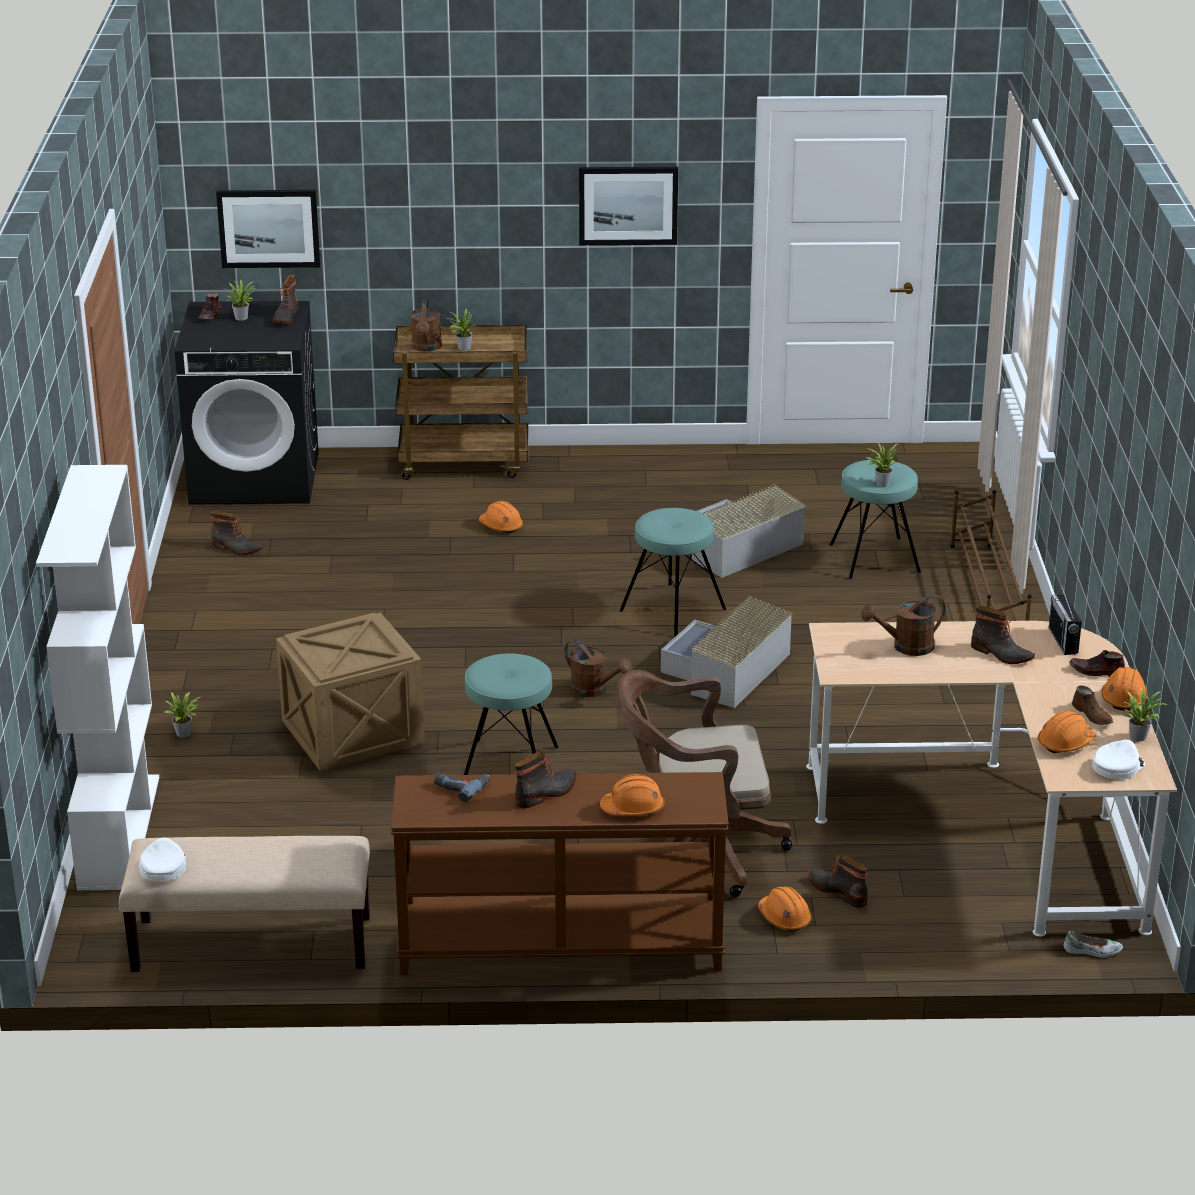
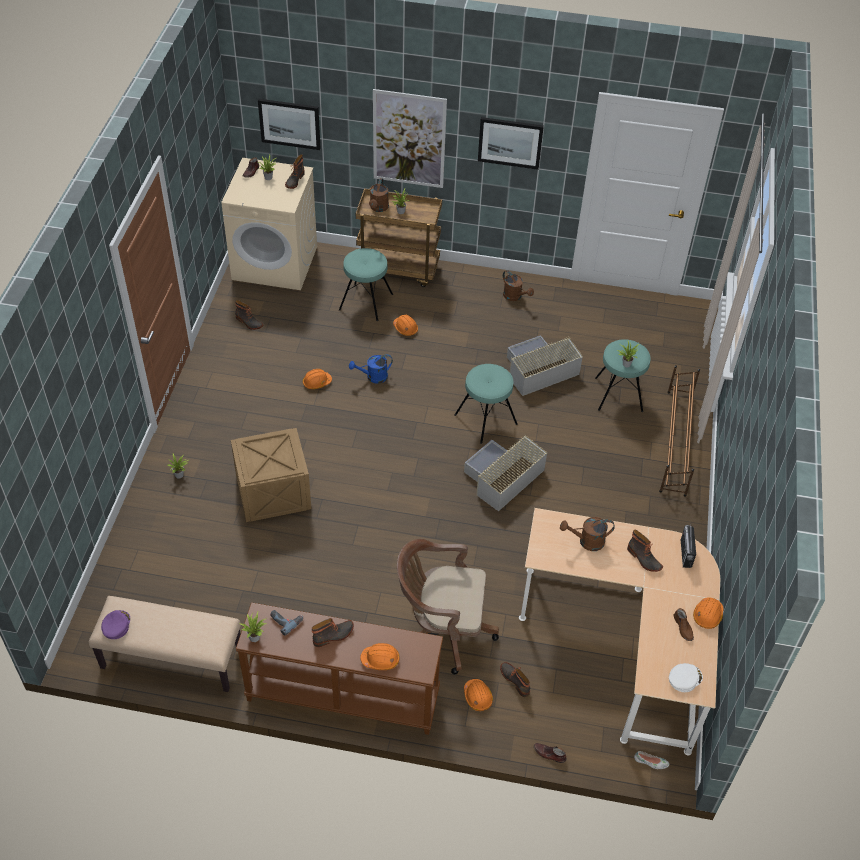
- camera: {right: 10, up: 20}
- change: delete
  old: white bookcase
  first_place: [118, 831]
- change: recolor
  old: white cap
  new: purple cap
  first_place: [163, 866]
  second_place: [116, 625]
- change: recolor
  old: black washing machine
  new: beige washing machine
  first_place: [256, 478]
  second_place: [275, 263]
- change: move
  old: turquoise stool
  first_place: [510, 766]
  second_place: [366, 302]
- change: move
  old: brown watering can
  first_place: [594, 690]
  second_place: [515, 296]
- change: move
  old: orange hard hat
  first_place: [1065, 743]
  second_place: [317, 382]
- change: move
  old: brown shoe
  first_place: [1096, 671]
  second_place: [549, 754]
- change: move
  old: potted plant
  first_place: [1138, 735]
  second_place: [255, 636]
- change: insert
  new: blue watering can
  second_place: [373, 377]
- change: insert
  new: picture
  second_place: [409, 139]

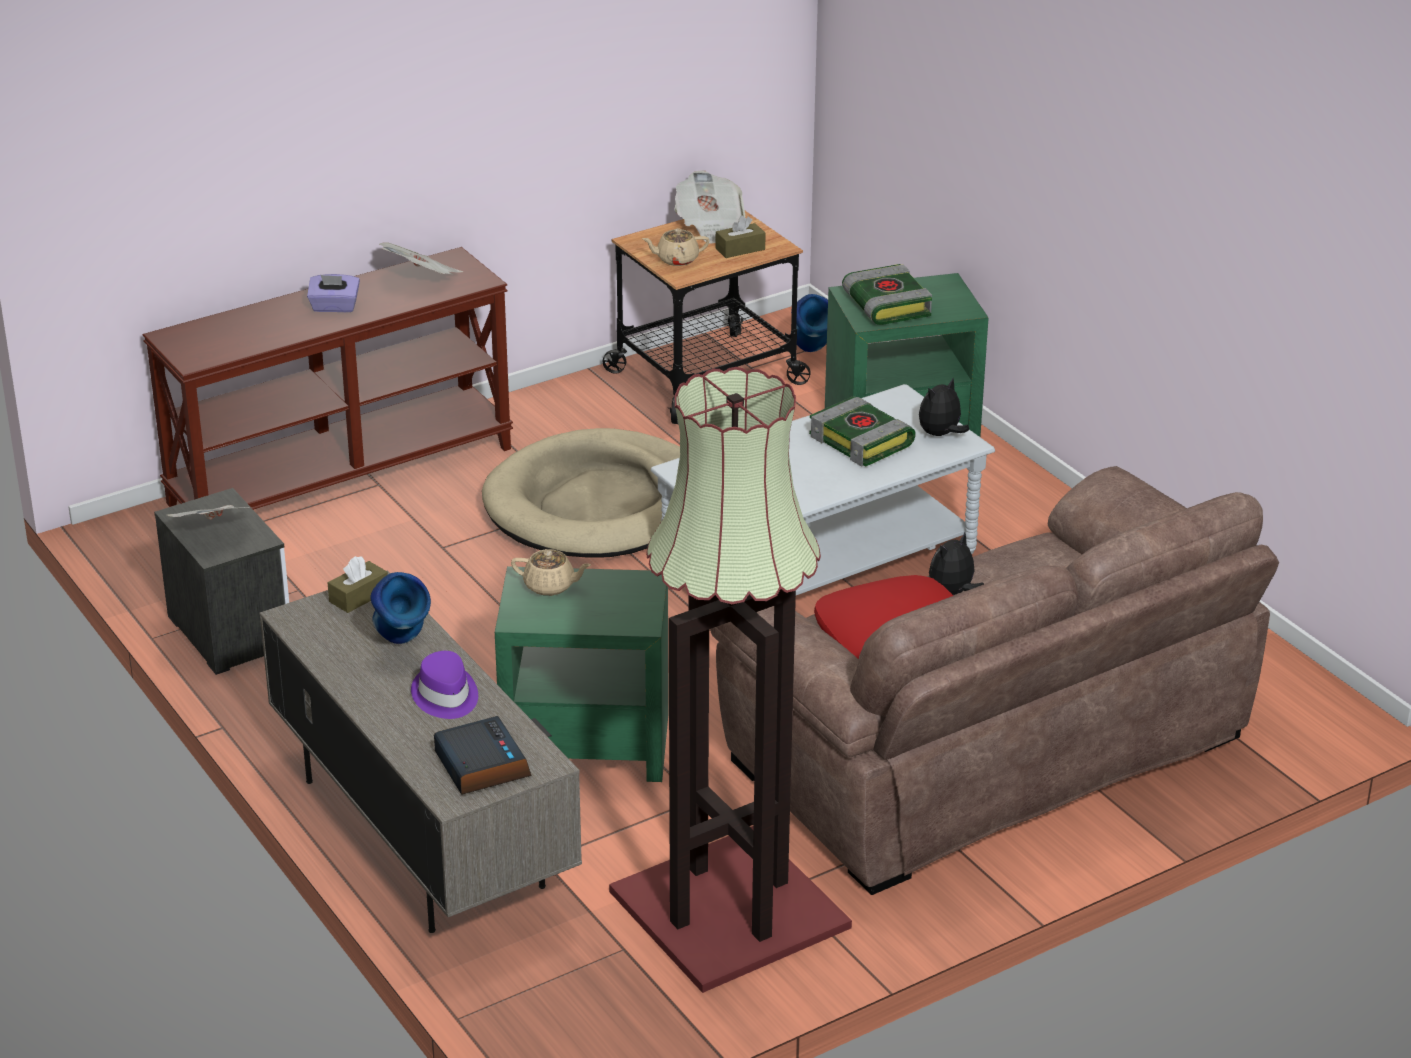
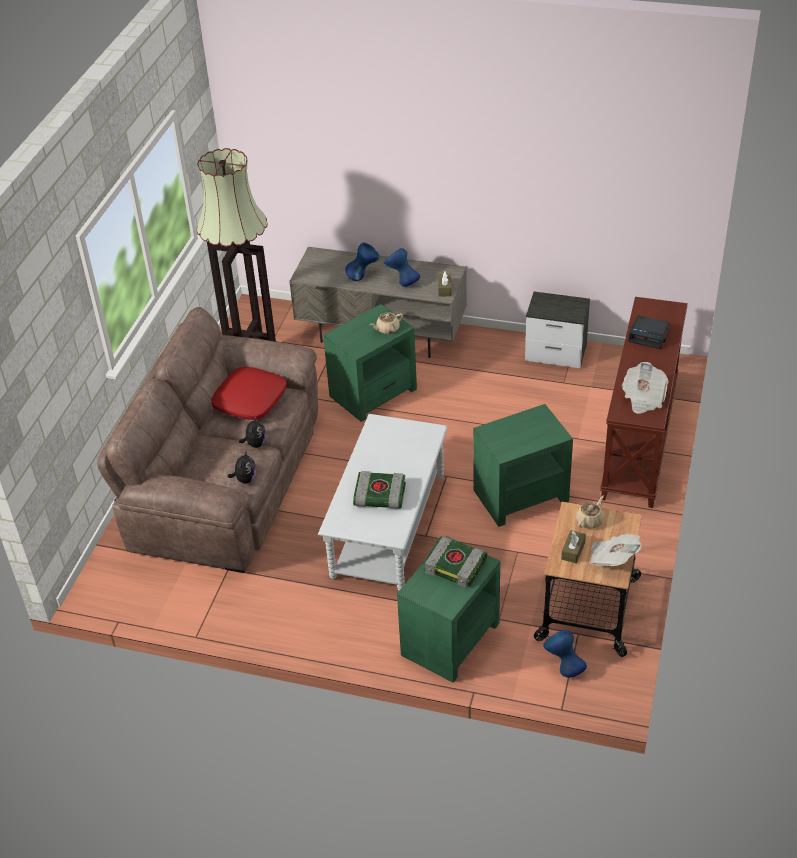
- camera: {right: 140, up: 10}
- change: delete
  old: newspaper
  first_place: [213, 530]
- change: delete
  old: purple tissue box
  first_place: [334, 307]
- change: replace
  old: purple hat
  new: blue vase
  first_place: [445, 696]
  second_place: [363, 277]
- change: move
  old: alarm clock
  first_place: [481, 765]
  second_place: [649, 336]
- change: replace
  old: beige dog bed
  new: green side table
  first_place: [599, 504]
  second_place: [520, 495]
- change: move
  old: plush toy
  first_place: [940, 434]
  second_place: [245, 479]

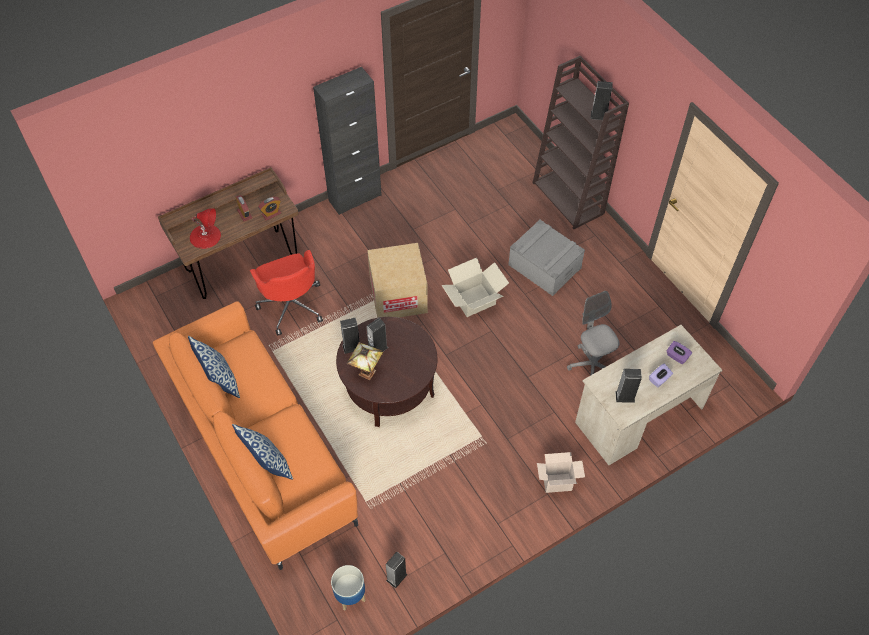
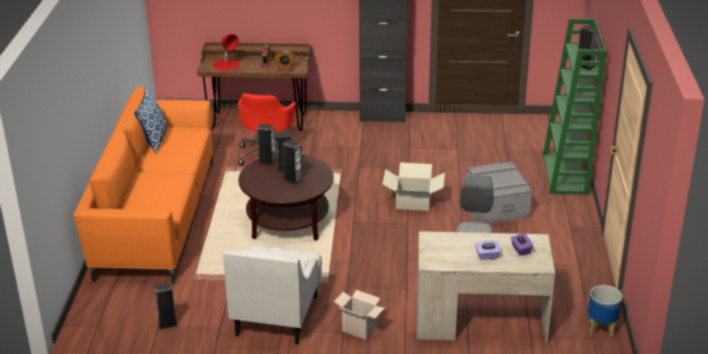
- camera: {right: 35, up: -25}
- change: delete
  old: pillow
  first_place: [267, 464]
- change: move
  old: planter
  first_place: [350, 595]
  second_place: [600, 329]
- change: delete
  old: table lamp
  first_place: [367, 374]
- change: delete
  old: cardboard box
  first_place: [398, 296]
- change: recolor
  old: brown bookcase
  new: green bookcase
  first_place: [569, 198]
  second_place: [566, 175]
- change: move
  old: speaker
  first_place: [625, 396]
  second_place: [293, 179]
- change: insert
  new: white armchair
  second_place: [277, 315]

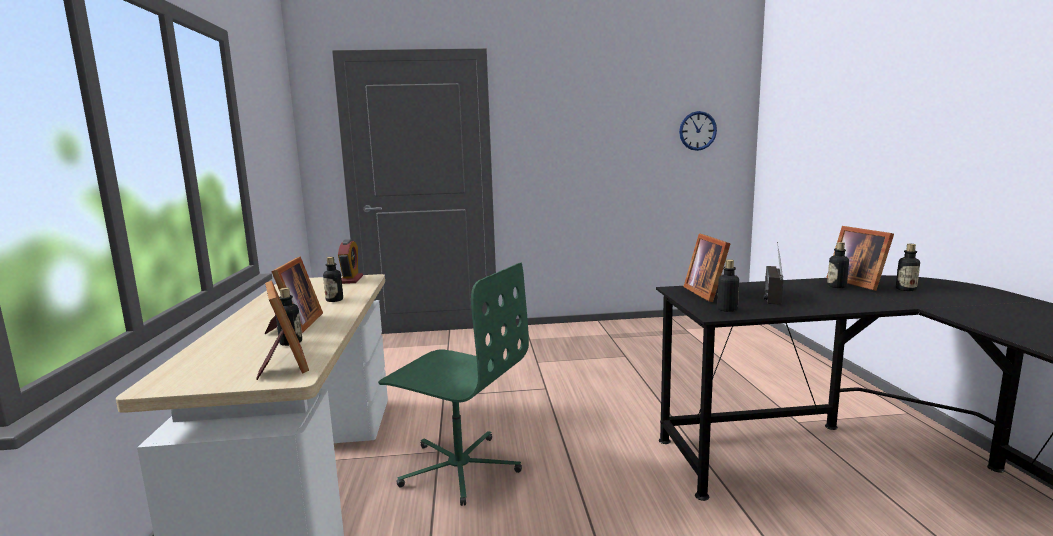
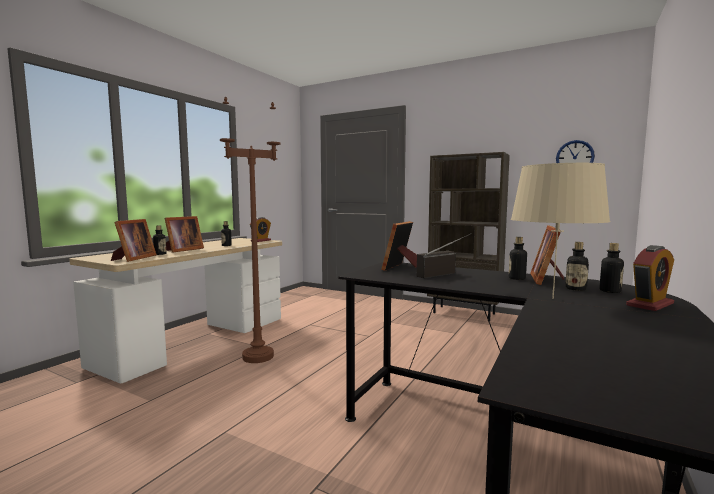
- camera: {right: 35, up: -5}
- change: replace
  old: green office chair
  new: brown floor lamp
  first_place: [459, 467]
  second_place: [258, 357]
- change: move
  old: bottle
  first_place: [727, 309]
  second_place: [610, 291]
- change: insert
  new: brown bookcase
  second_place: [464, 313]
- change: insert
  new: beige table lamp
  second_place: [552, 298]
- change: insert
  new: alarm clock
  second_place: [650, 304]

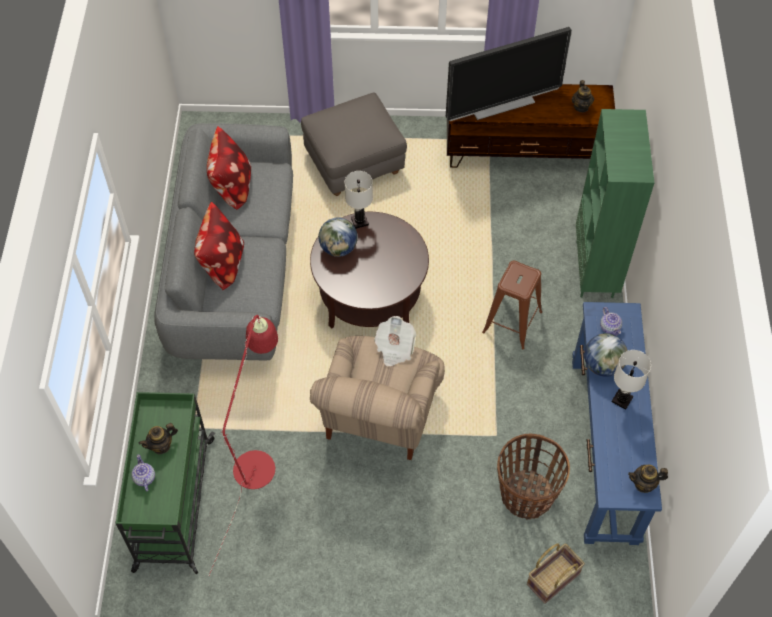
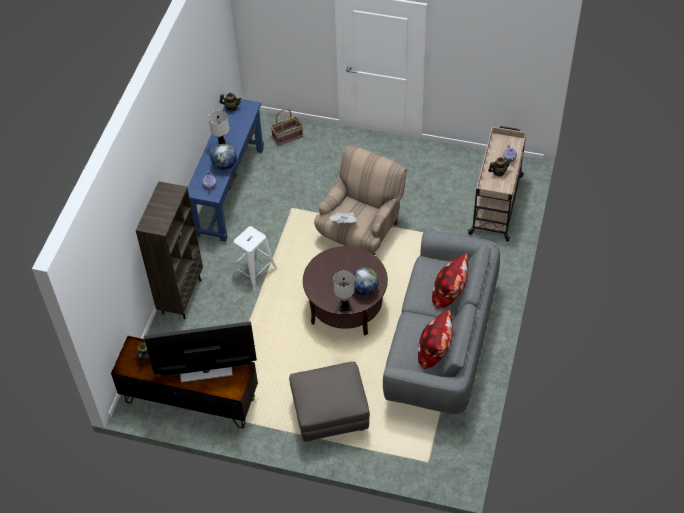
- camera: {right: -165, up: -5}
- change: recolor
  old: green cart
  new: beige cart
  first_place: [174, 505]
  second_place: [496, 204]
- change: delete
  old: red floor lamp
  first_place: [258, 459]
- change: recolor
  old: brown stool
  new: white stool
  first_place: [512, 322]
  second_place: [254, 271]
- change: delete
  old: basket
  first_place: [526, 495]
- change: recolor
  old: green bookcase
  new: brown bookcase
  first_place: [595, 270]
  second_place: [181, 296]

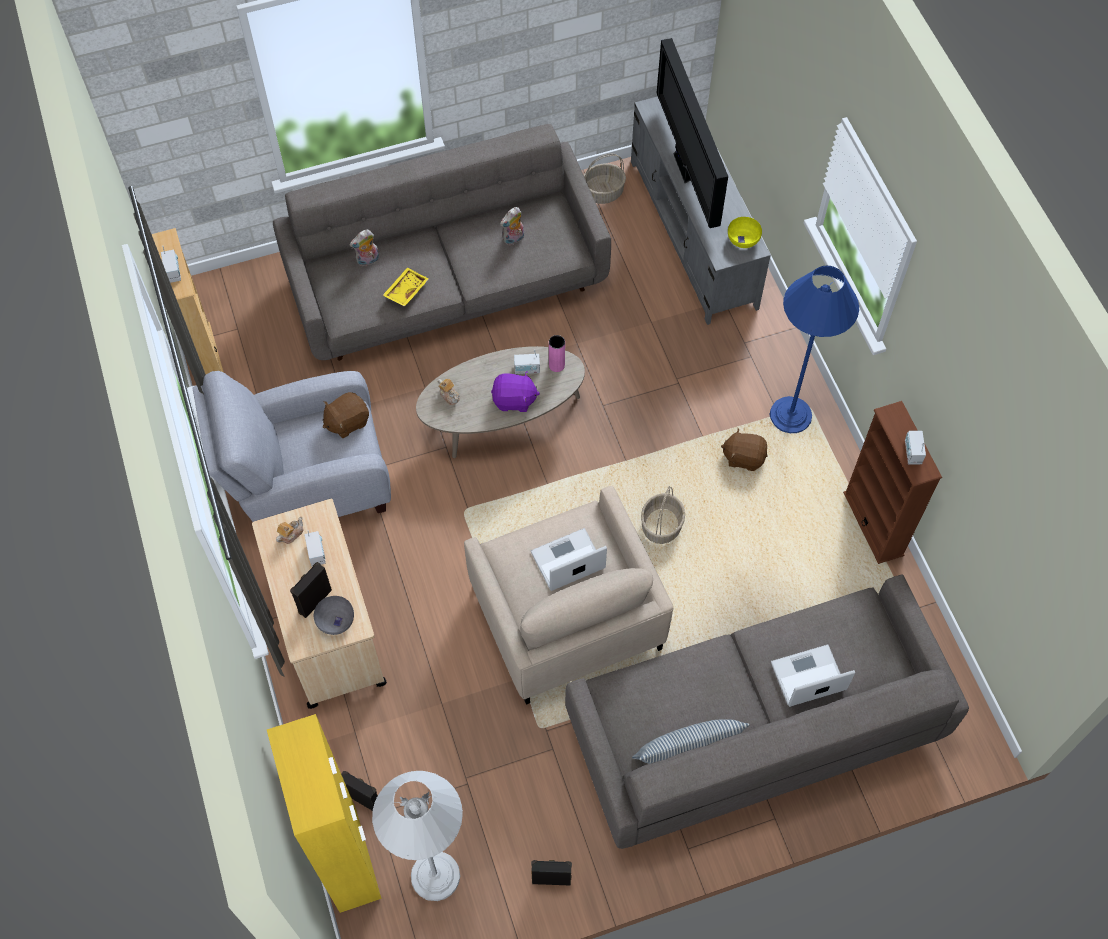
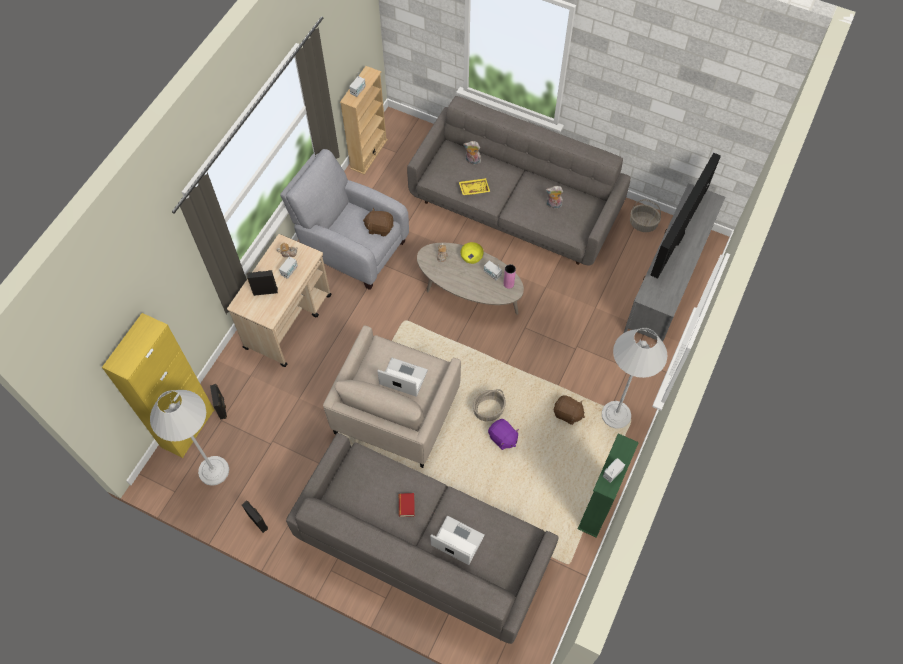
- camera: {right: 45, up: 0}
- change: delete
  old: grey bowl
  first_place: [335, 620]
- change: move
  old: purple plush toy
  first_place: [514, 400]
  second_place: [502, 438]
- change: delete
  old: pillow
  first_place: [687, 748]
- change: rotate
  old: brown plush toy
  first_place: [743, 457]
  second_place: [567, 414]
  degrees: 150
- change: move
  old: yellow bowl
  first_place: [743, 240]
  second_place: [471, 257]
- change: recolor
  old: blue floor lamp
  new: white floor lamp
  first_place: [790, 415]
  second_place: [616, 415]
- change: recolor
  old: brown bookcase
  new: green bookcase
  first_place: [873, 524]
  second_place: [598, 507]
- change: insert
  new: book
  second_place: [406, 505]

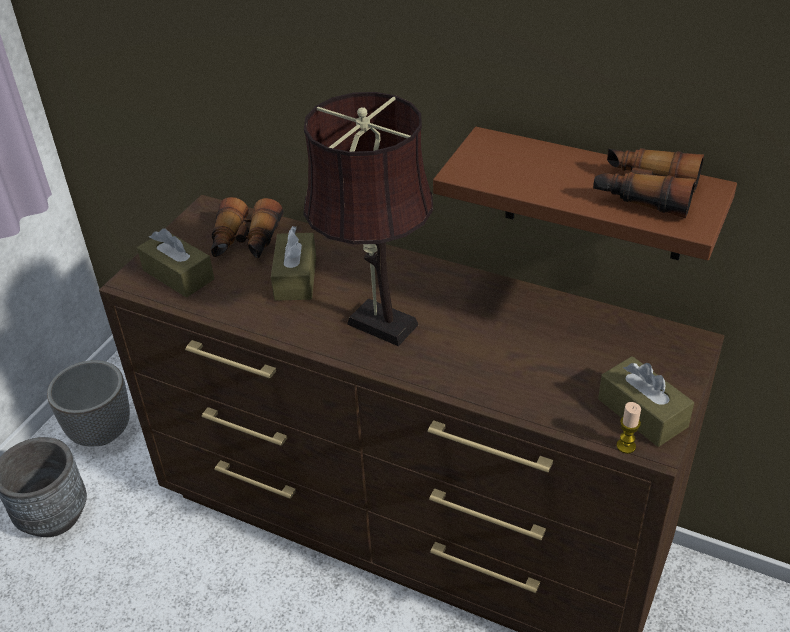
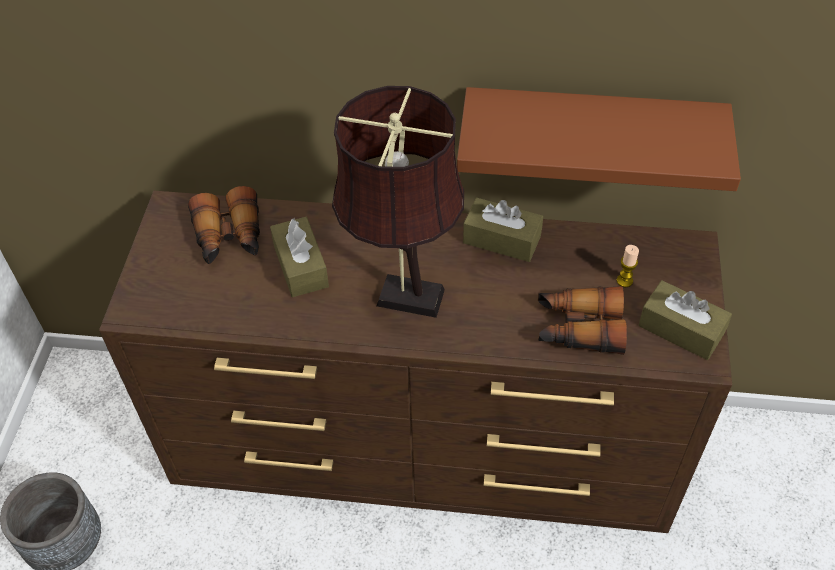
- camera: {right: -20, up: 10}
- change: delete
  old: planter
  first_place: [102, 432]
- change: move
  old: brown tissue box
  first_place: [178, 275]
  second_place: [502, 239]
- change: move
  old: binoculars
  first_place: [644, 193]
  second_place: [578, 328]
- change: move
  old: candle
  first_place: [626, 446]
  second_place: [624, 281]

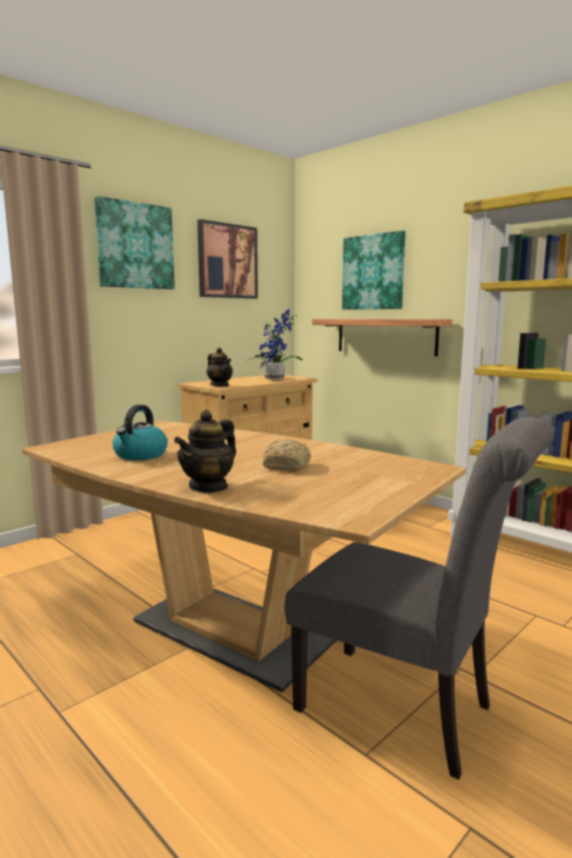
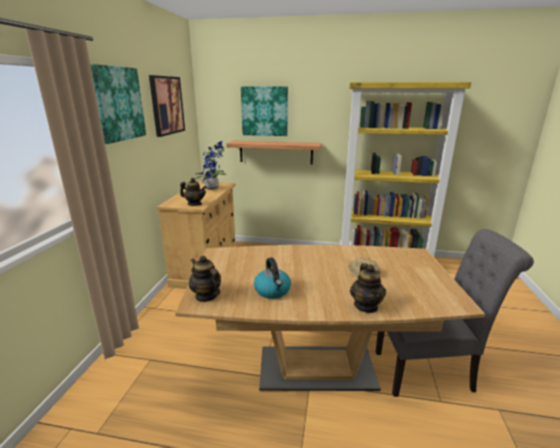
- camera: {right: -35, up: 10}
- change: insert
  new: teapot
  second_place: [206, 296]

